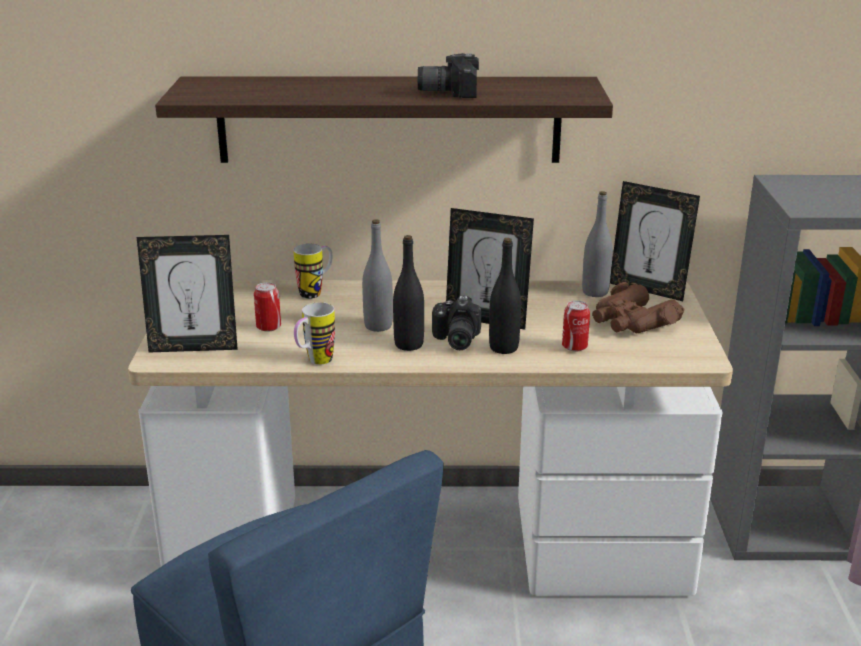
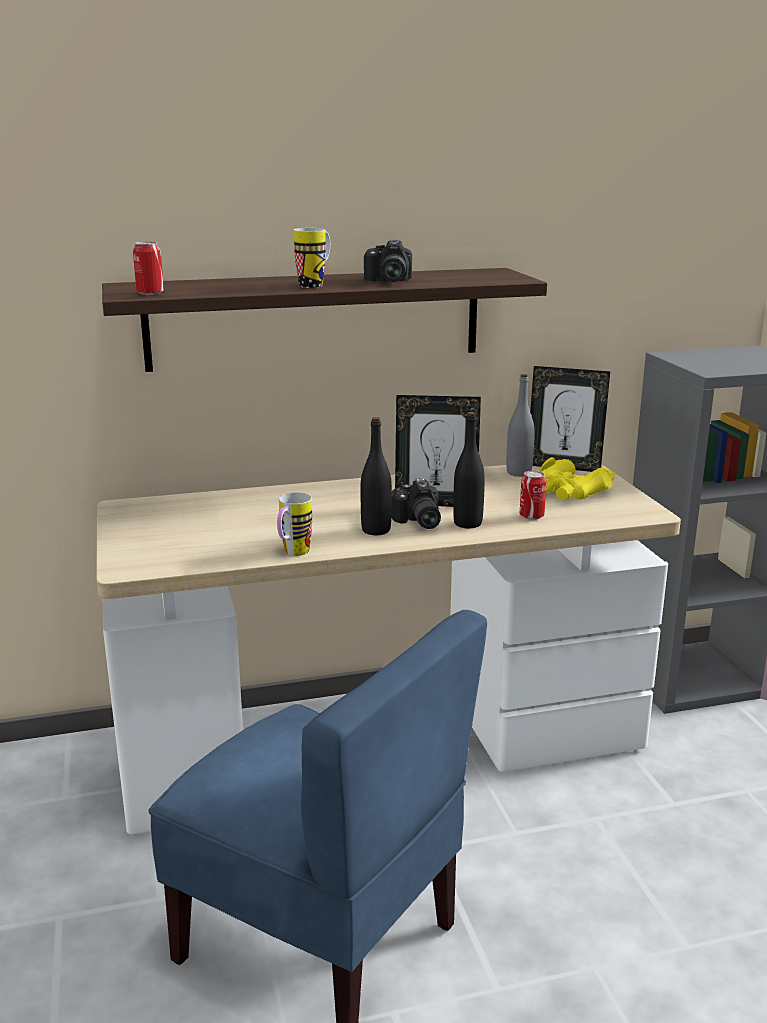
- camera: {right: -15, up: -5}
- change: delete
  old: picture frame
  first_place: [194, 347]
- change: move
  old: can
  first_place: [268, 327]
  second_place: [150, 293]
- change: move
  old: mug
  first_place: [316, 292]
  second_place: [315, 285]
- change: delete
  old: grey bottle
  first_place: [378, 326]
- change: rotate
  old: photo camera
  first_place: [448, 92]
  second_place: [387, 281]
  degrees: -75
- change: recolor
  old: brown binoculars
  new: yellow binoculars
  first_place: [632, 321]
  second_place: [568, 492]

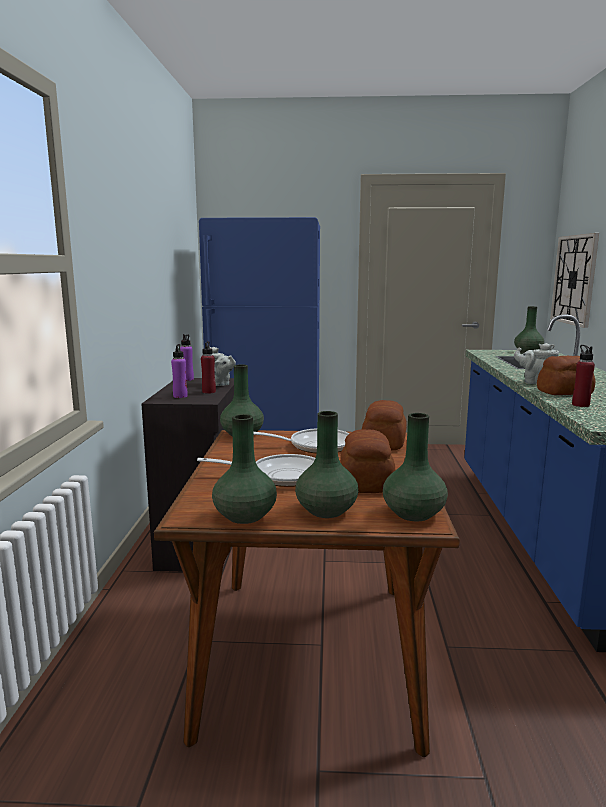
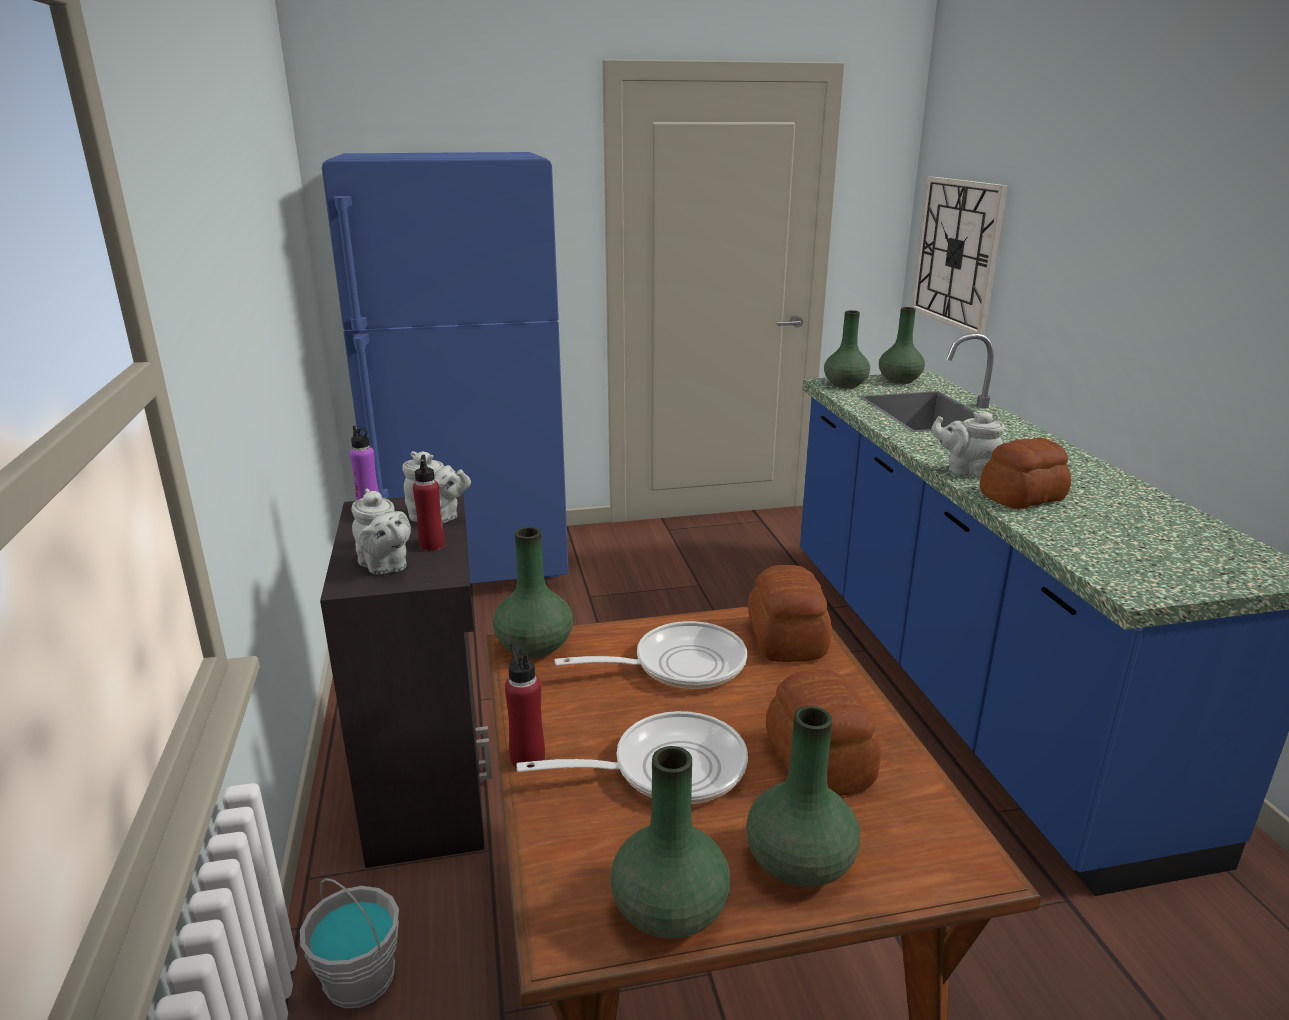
- camera: {right: -15, up: 10}
- change: replace
  old: purple bottle
  new: grey teapot
  first_place: [180, 396]
  second_place: [385, 566]
- change: move
  old: green vase
  first_place: [414, 513]
  second_place: [845, 384]
- change: move
  old: red bottle
  first_place: [580, 405]
  second_place: [527, 758]
- change: insert
  new: grey bucket
  second_place: [358, 979]

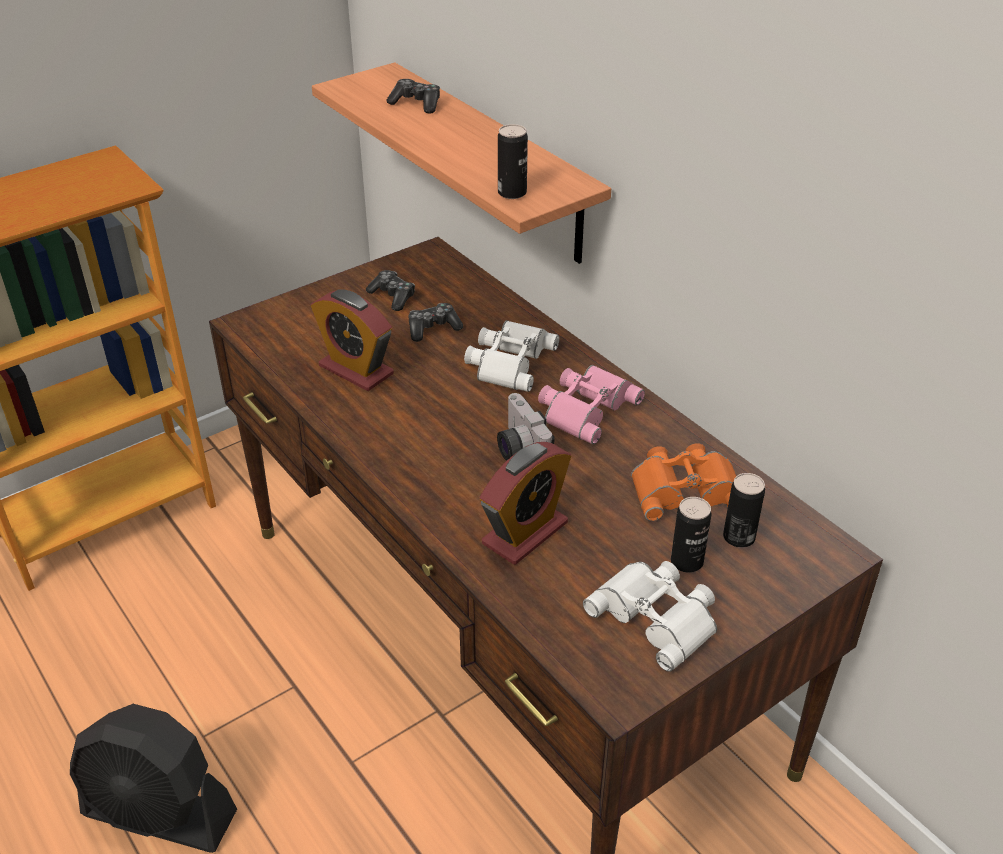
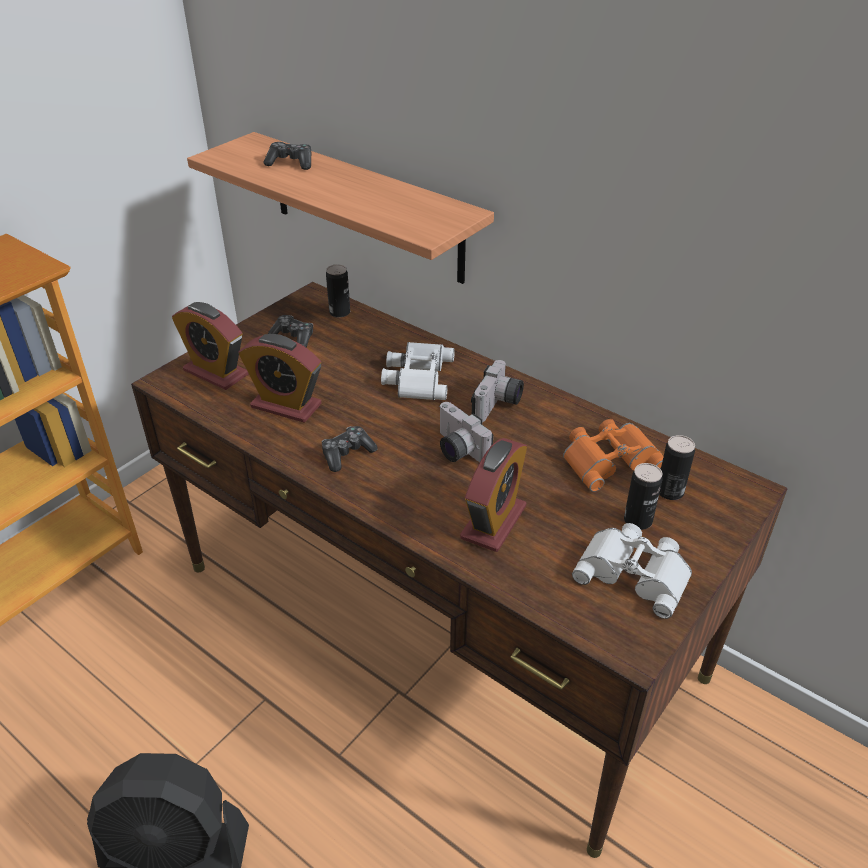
- camera: {right: -15, up: 0}
- change: move
  old: game controller
  first_place: [433, 328]
  second_place: [347, 454]
- change: move
  old: can
  first_place: [512, 193]
  second_place: [339, 312]
- change: replace
  old: pink binoculars
  new: photo camera
  first_place: [585, 408]
  second_place: [498, 405]
- change: insert
  new: alarm clock
  second_place: [216, 373]

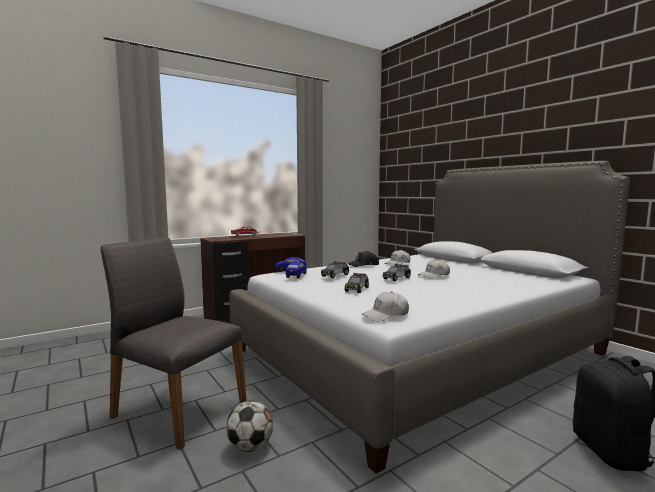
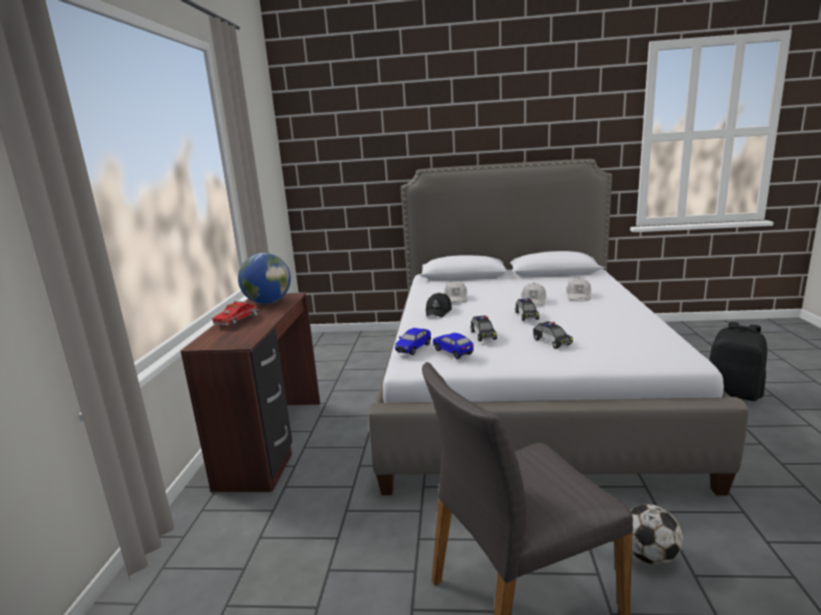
- camera: {right: -50, up: 10}
- change: move
  old: white cap
  first_place: [386, 315]
  second_place: [579, 296]
- change: insert
  new: globe
  second_place: [268, 302]

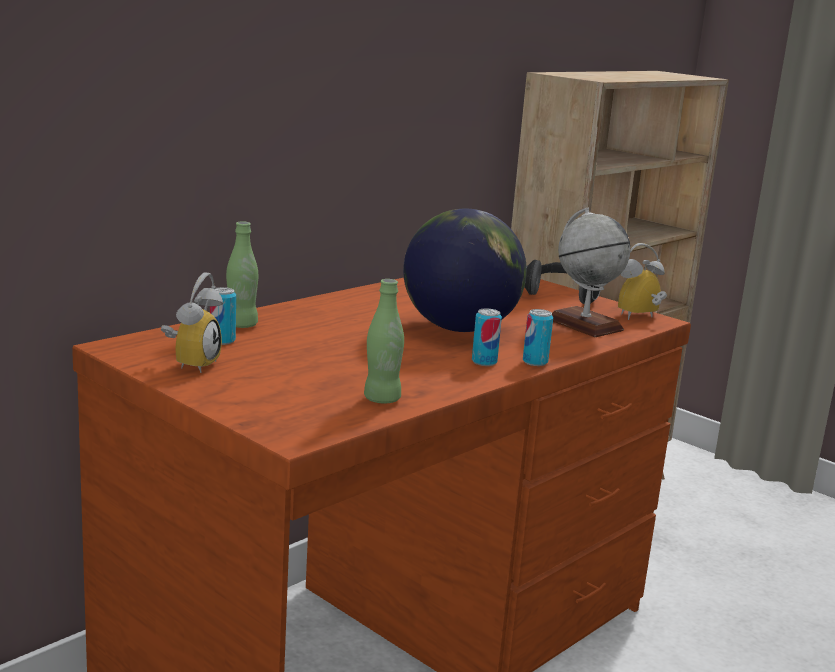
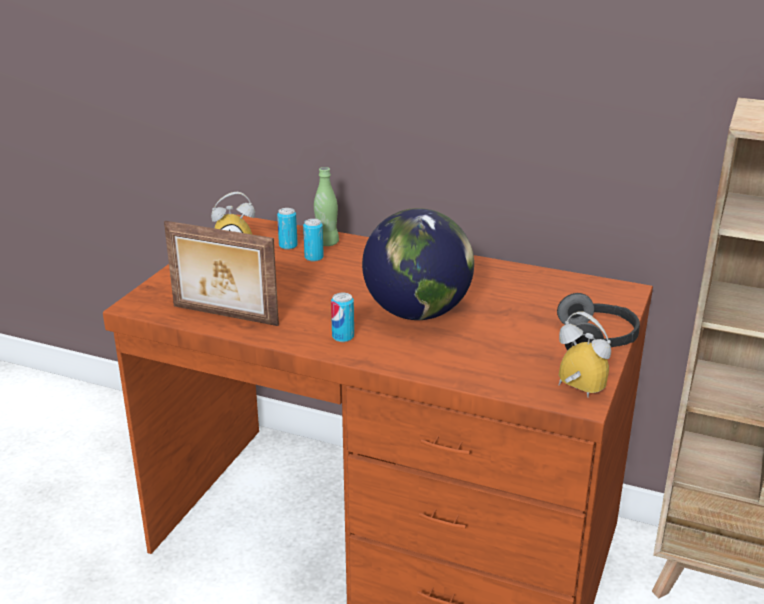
- camera: {right: 70, up: 10}
- change: replace
  old: green bottle
  new: picture frame
  first_place: [382, 399]
  second_place: [224, 316]
- change: move
  old: can
  first_place: [535, 362]
  second_place: [314, 257]
- change: delete
  old: globe
  first_place: [584, 324]

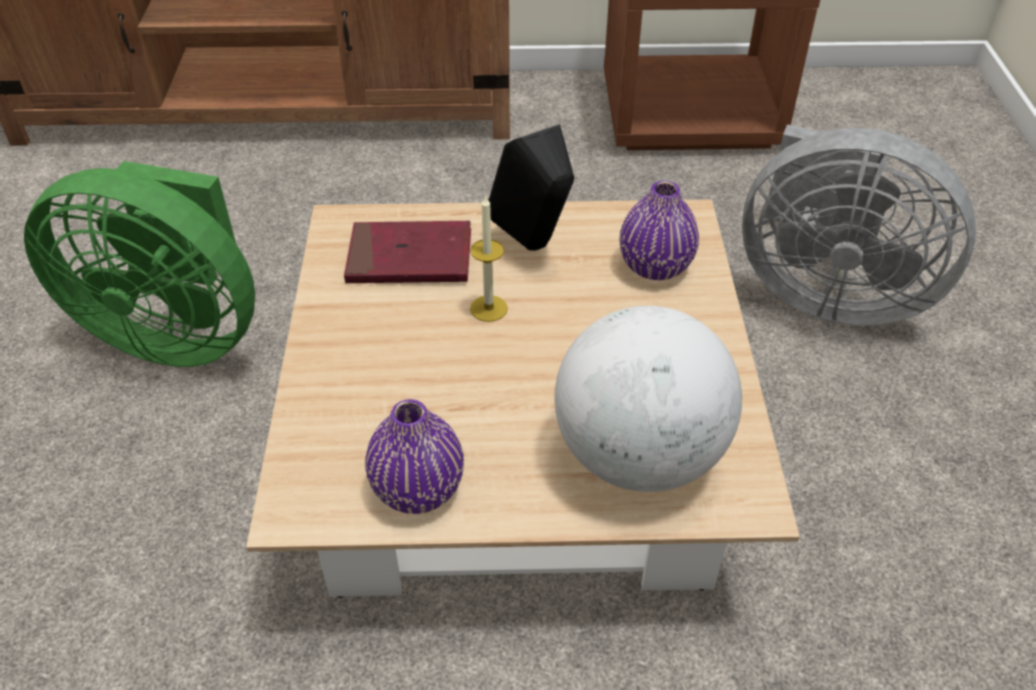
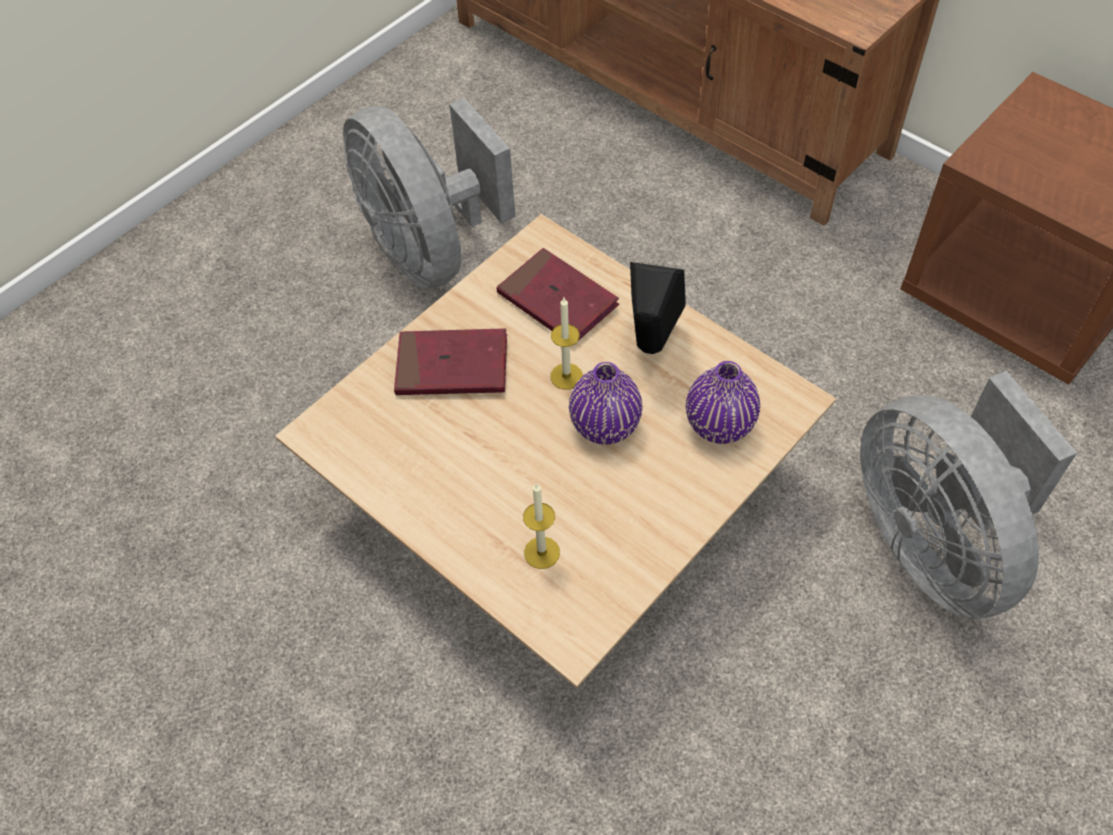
- camera: {right: 45, up: 10}
- change: recolor
  old: green fan
  new: grey fan
  first_place: [177, 332]
  second_place: [431, 249]
- change: move
  old: purple vase
  first_place: [418, 489]
  second_place: [605, 425]
- change: replace
  old: globe
  new: candle
  first_place: [639, 455]
  second_place: [542, 552]
- change: insert
  new: red book
  second_place: [452, 366]

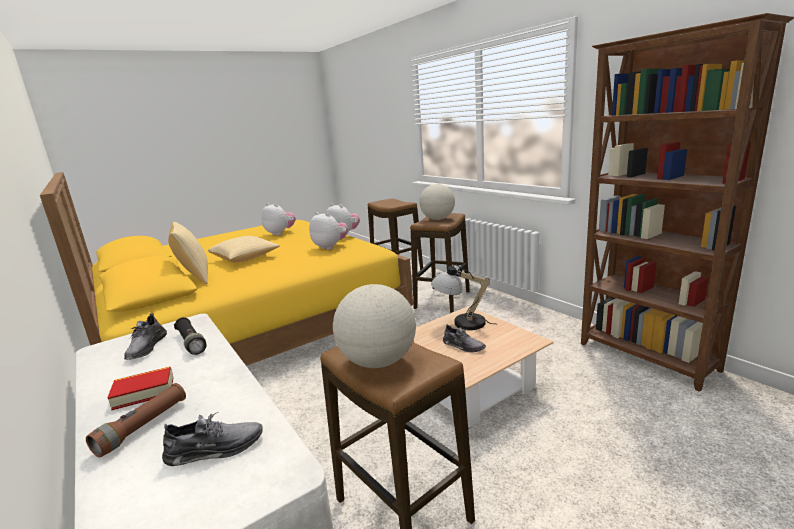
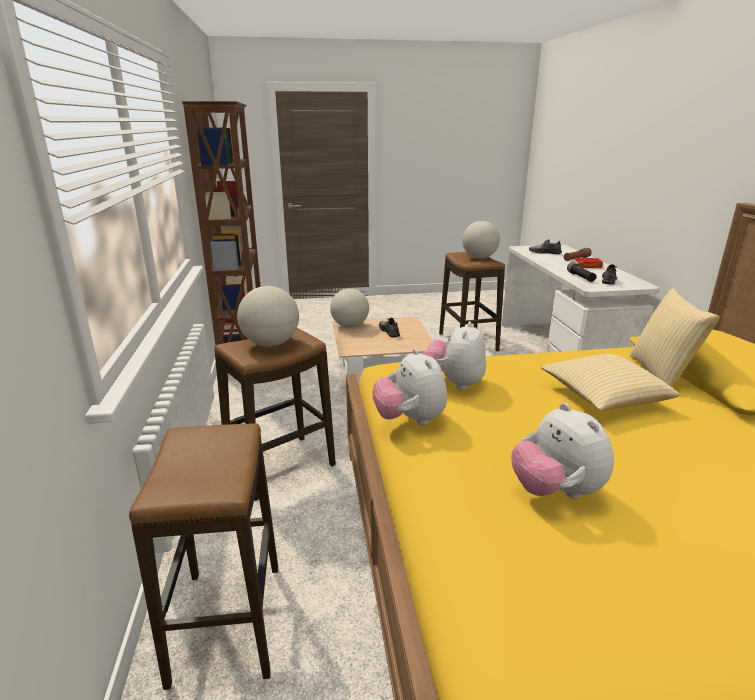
- camera: {right: -155, up: 5}
- change: rotate
  old: plush toy
  first_place: [330, 247]
  second_place: [454, 383]
  degrees: 45
- change: delete
  old: table lamp
  first_place: [460, 322]
- change: insert
  new: globe
  second_place: [350, 326]

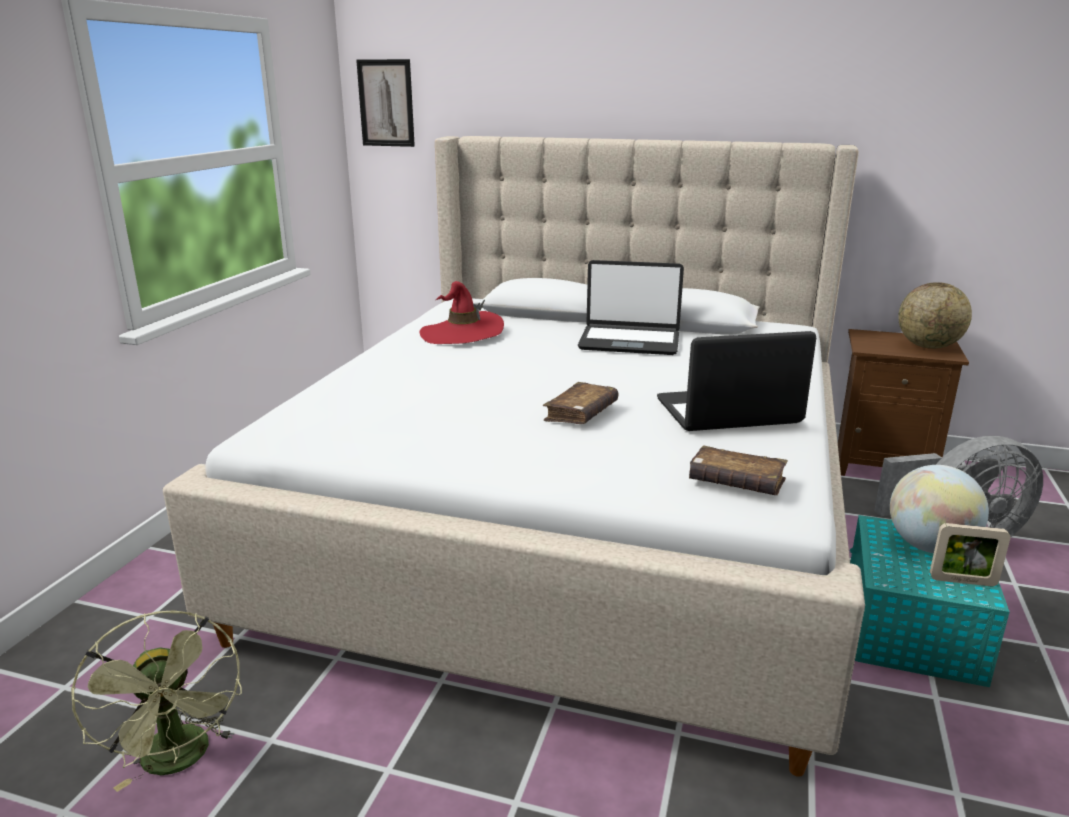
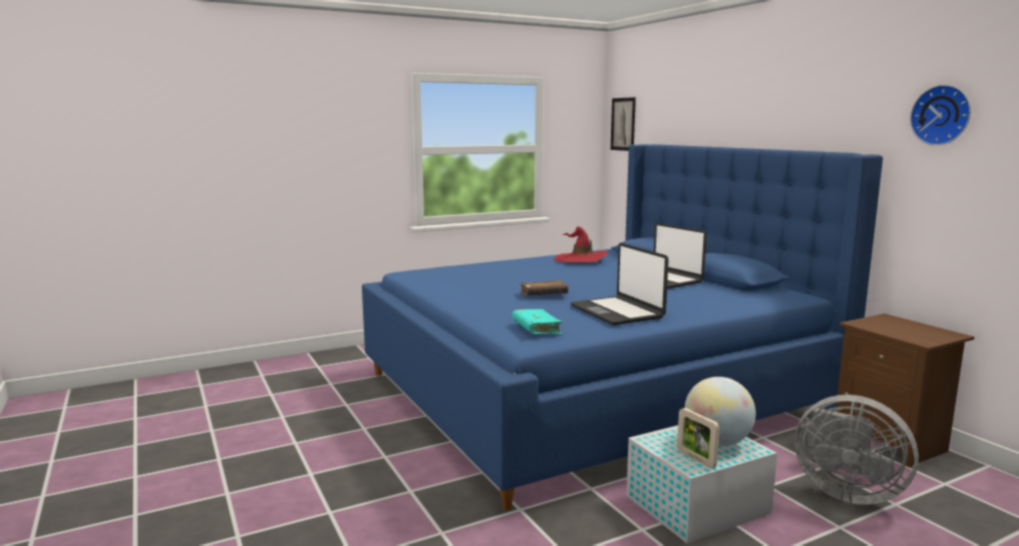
- camera: {right: 45, up: -10}
- change: delete
  old: green fan
  first_place: [180, 760]
- change: recolor
  old: beige bed
  new: blue bed
  first_place: [574, 524]
  second_place: [593, 392]
- change: rotate
  old: laptop
  first_place: [728, 413]
  second_place: [617, 312]
  degrees: -150
- change: recolor
  old: brown book
  new: turquoise book
  first_place: [736, 482]
  second_place: [536, 329]
- change: recolor
  old: turquoise storage box
  new: white storage box
  first_place: [911, 631]
  second_place: [695, 505]
- change: delete
  old: globe
  first_place: [928, 346]
- change: insert
  new: wall clock
  second_place: [942, 115]

